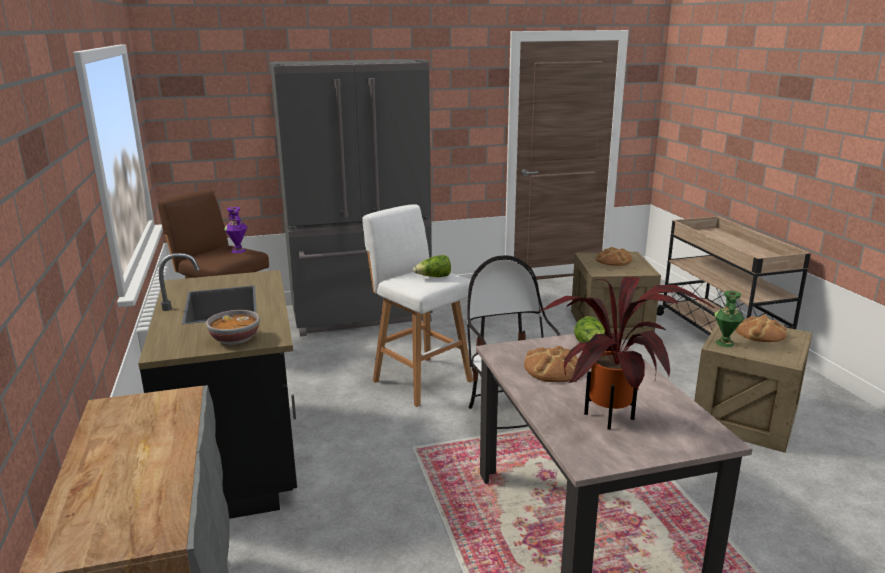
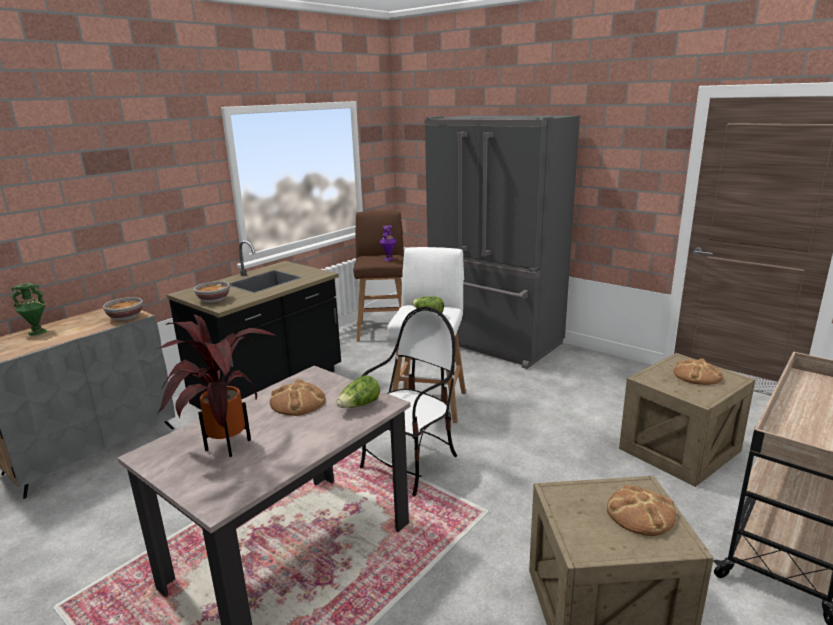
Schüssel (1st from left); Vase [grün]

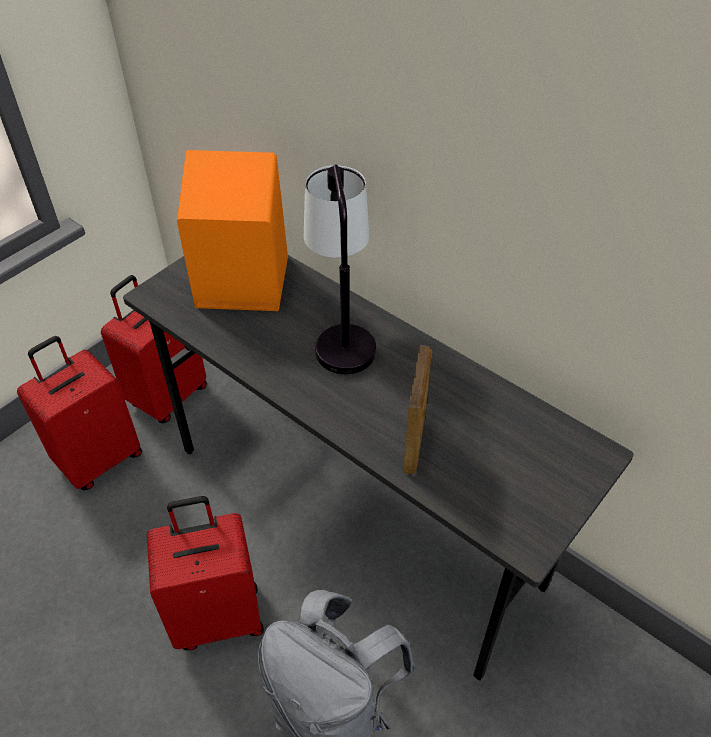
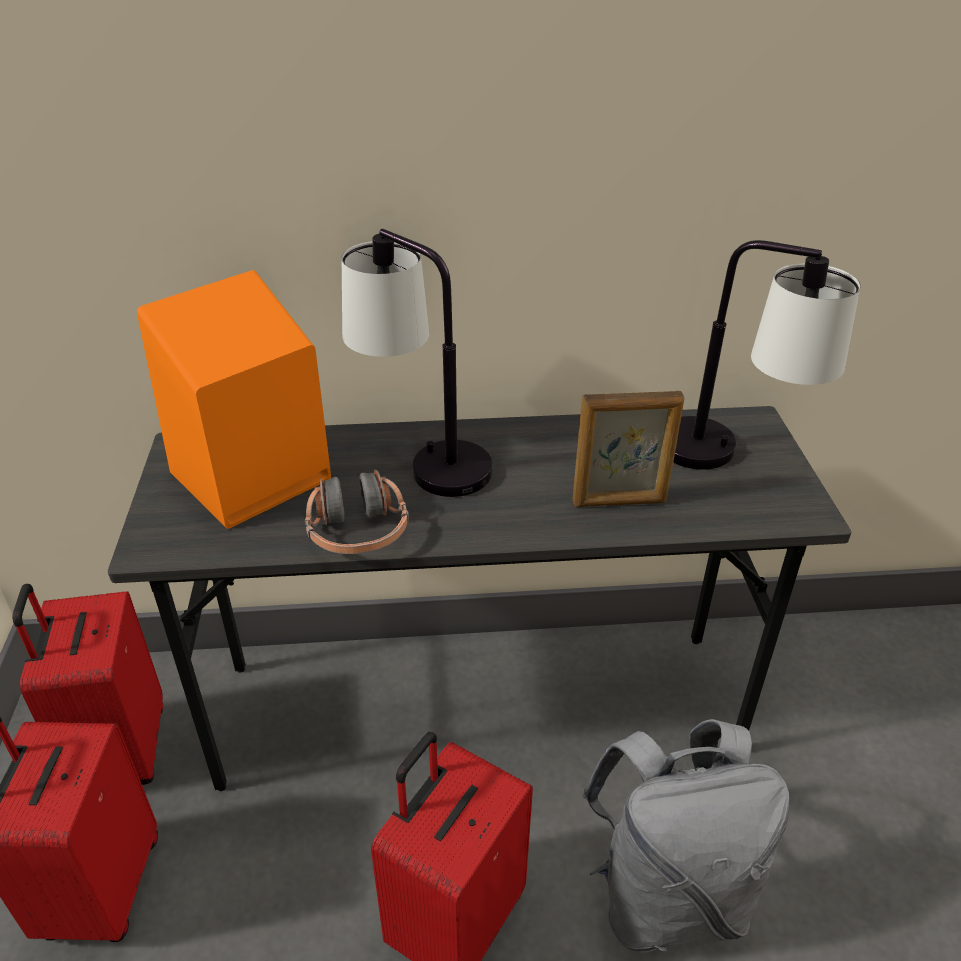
Kopfhörer; Tischlampe (2nd from left); Bilderrahmen

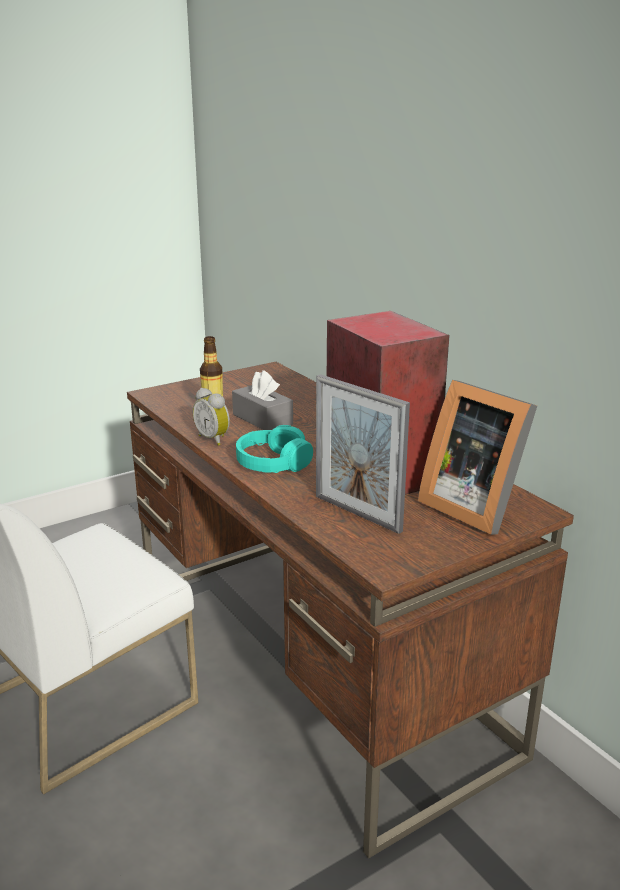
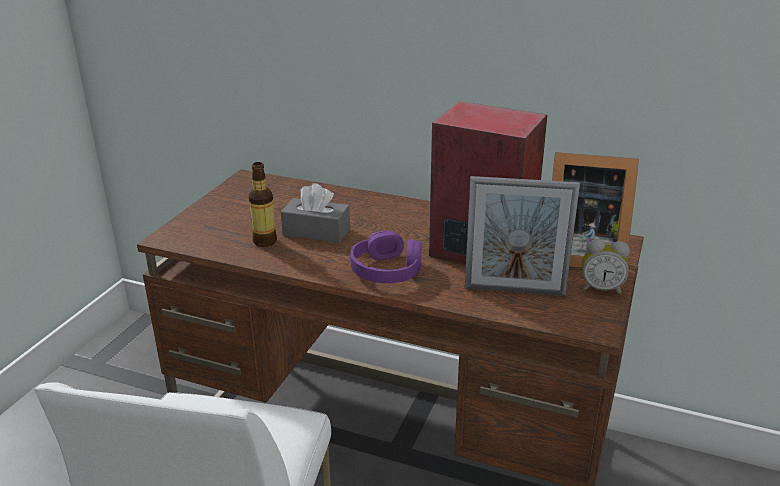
Wecker; Kopfhörer [lila]

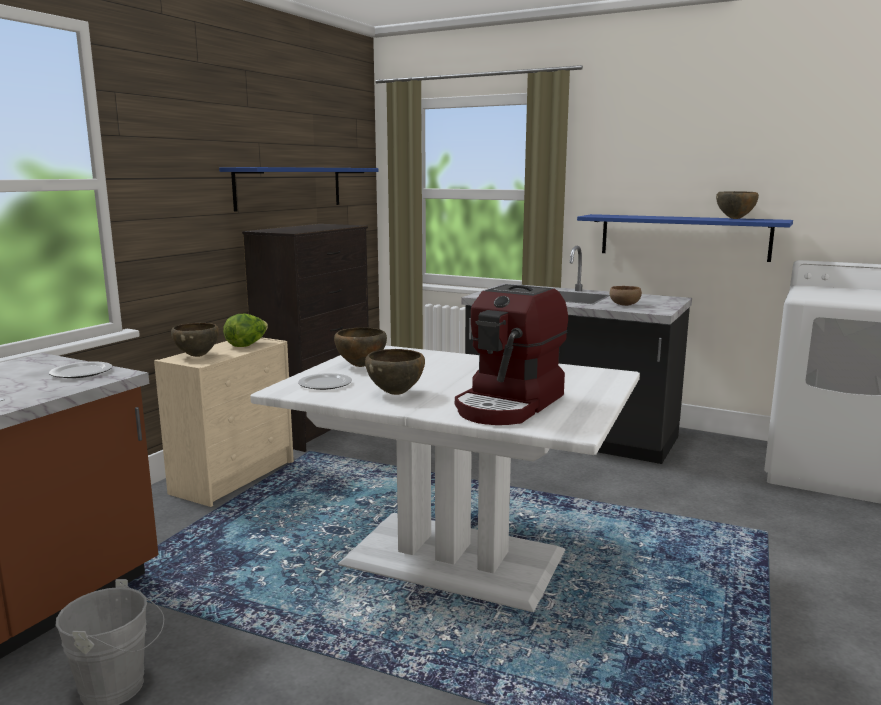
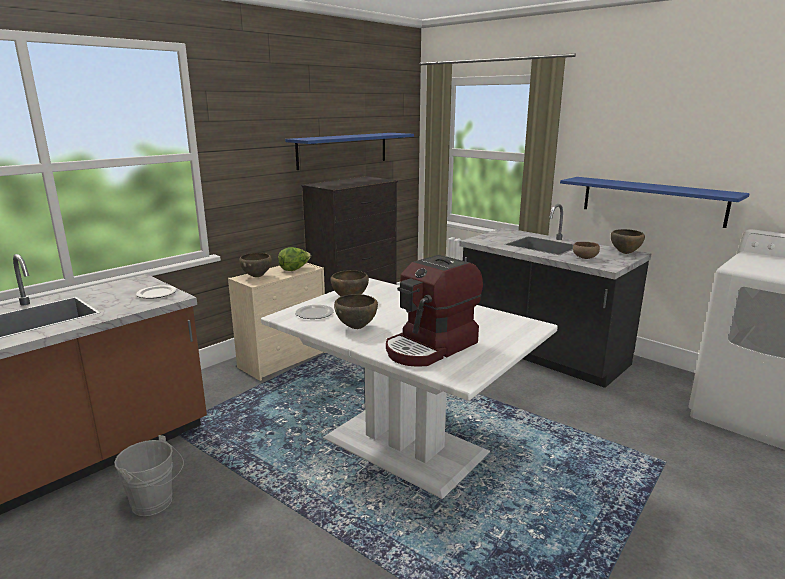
Schüssel [braun] (5th from left)

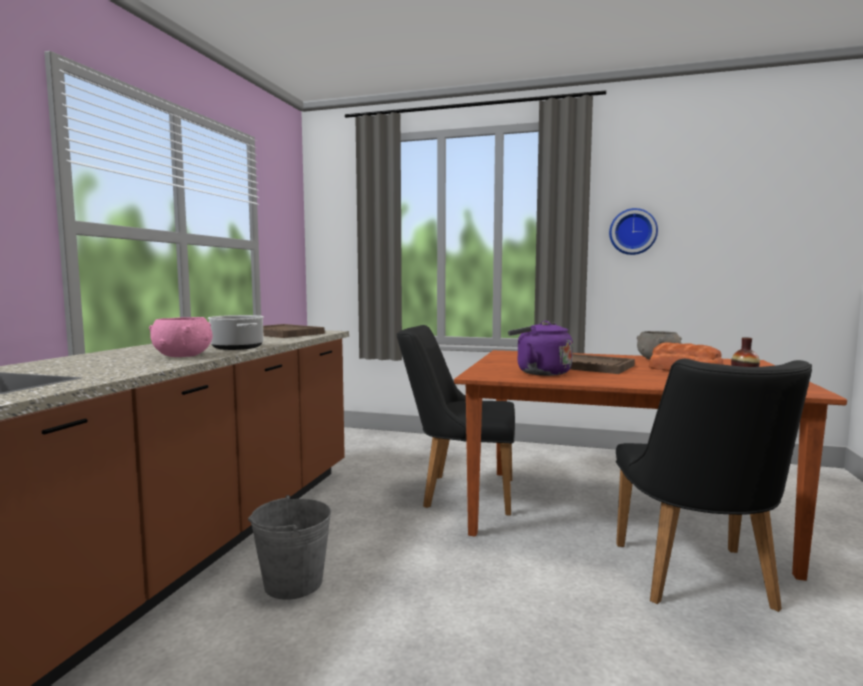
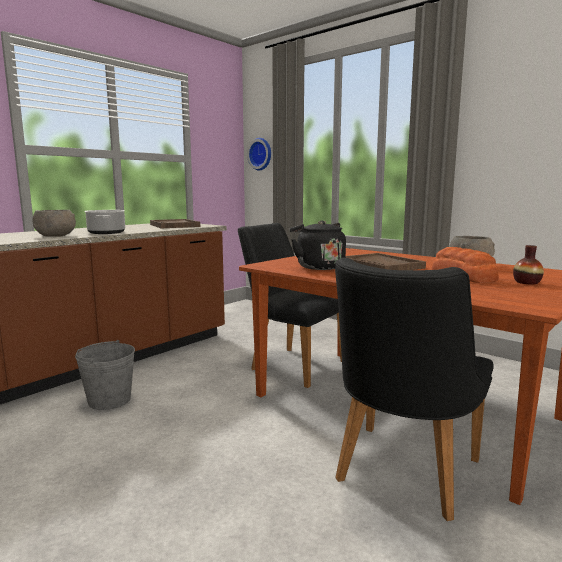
Wanduhr; Schüssel [grau] (1st from left); Wasserkessel [schwarz]

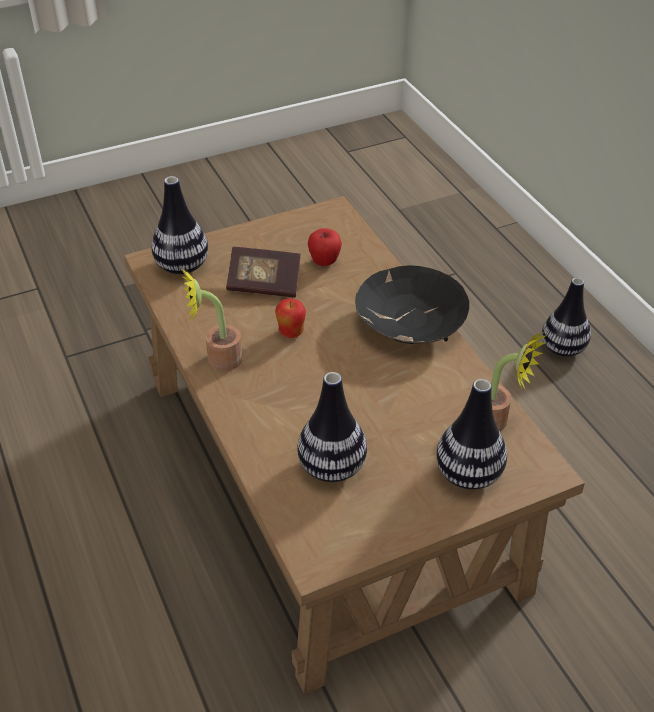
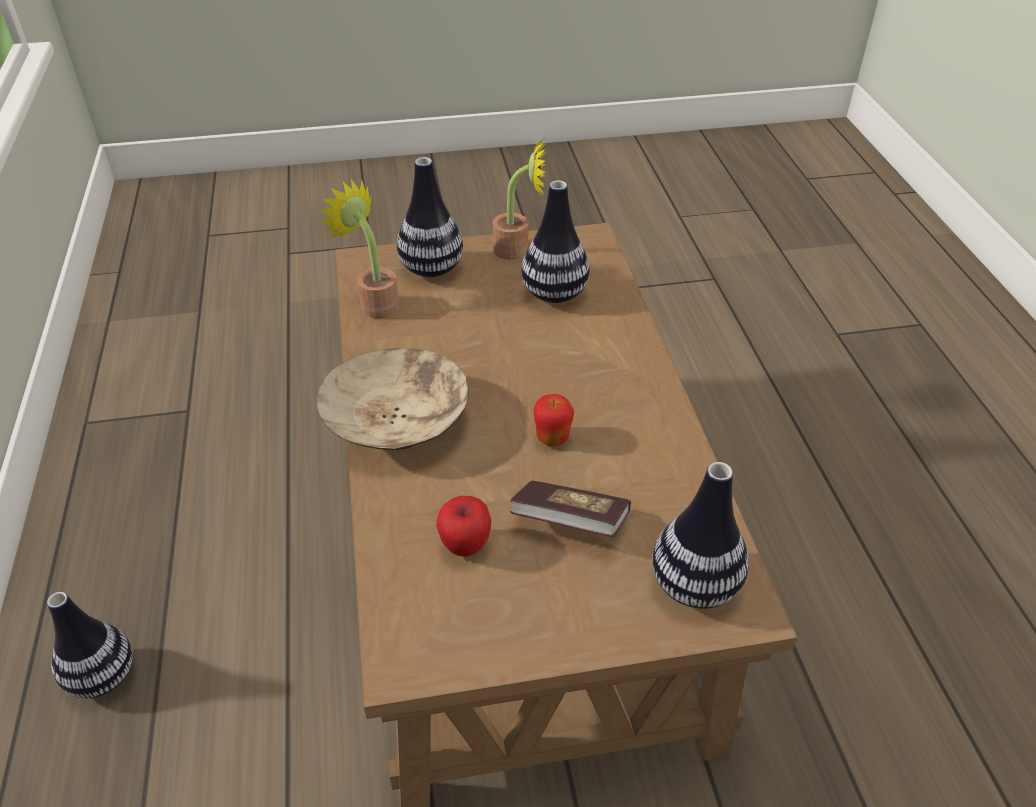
Topfpflanze (2nd from left); Schüssel [beige]

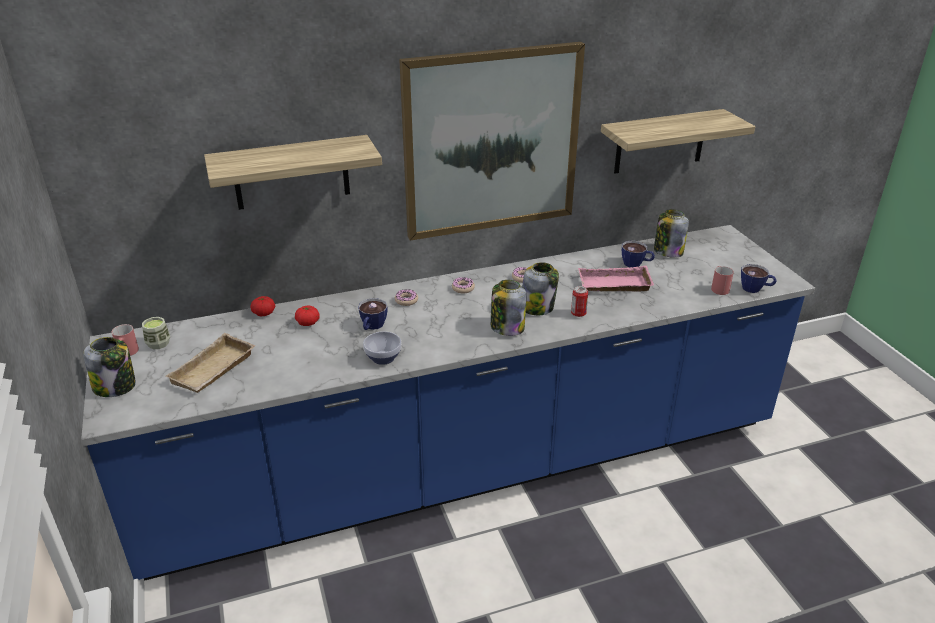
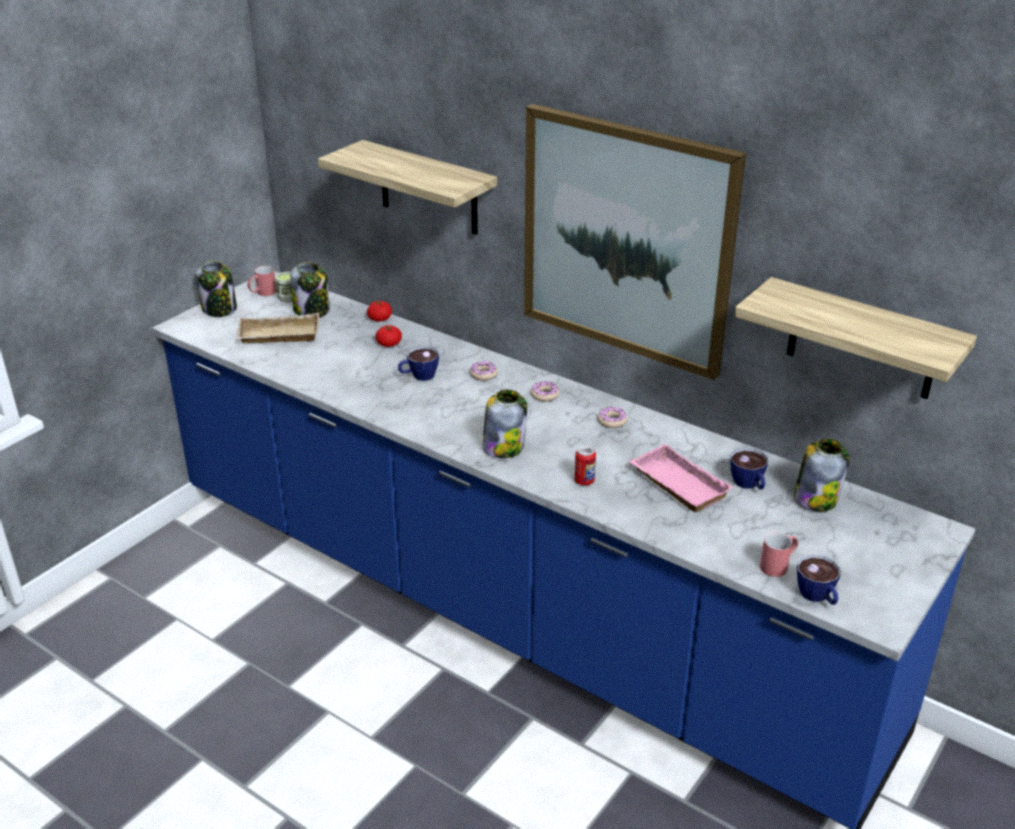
Schüssel; Vorratsglas (2nd from left)

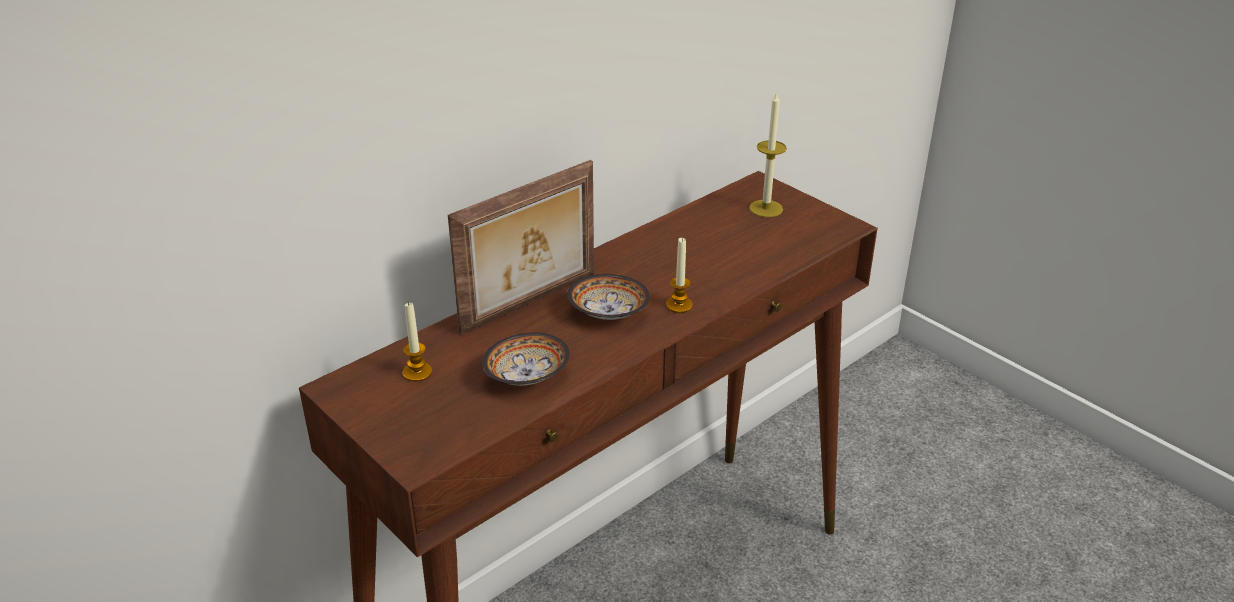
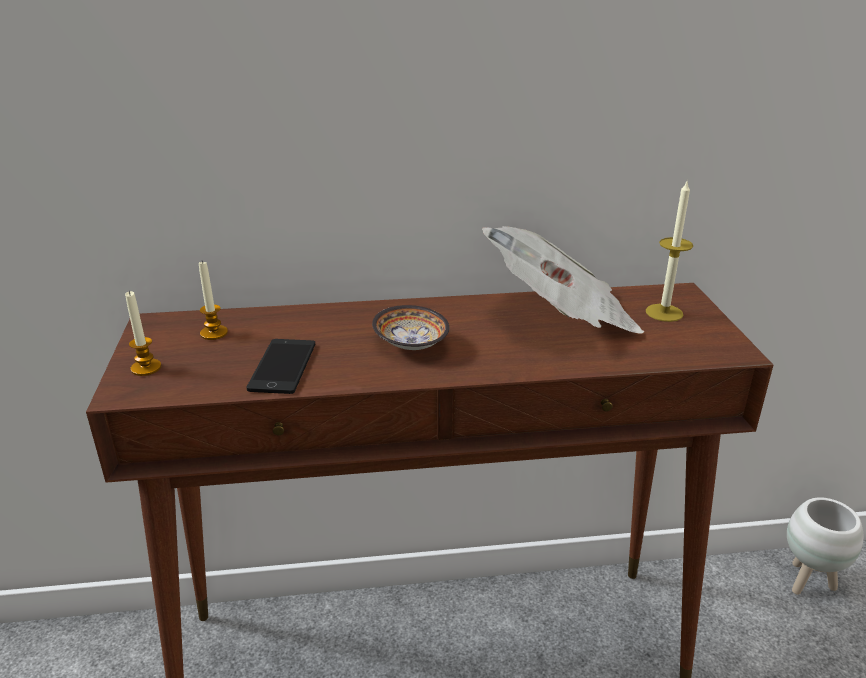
Bilderrahmen; Zeitung; Pflanzkübel [weiß]; Kerze (1st from left); Handy

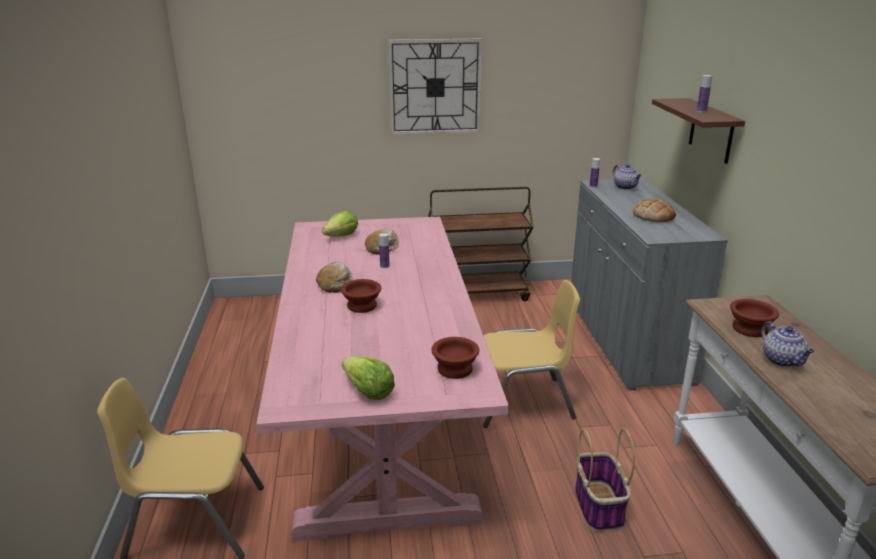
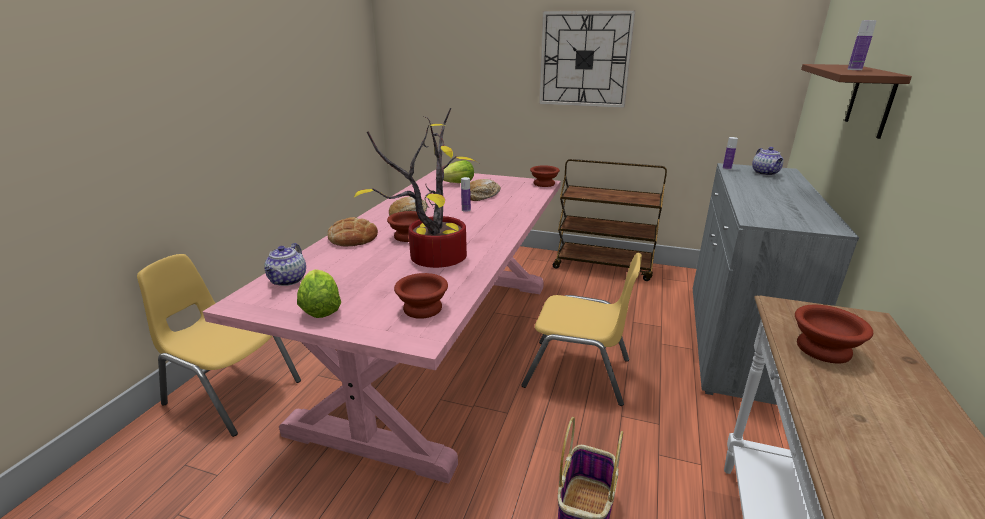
Topfpflanze; Schüssel [braun] (3rd from left); Brot (1st from left); Teekanne (1st from left)

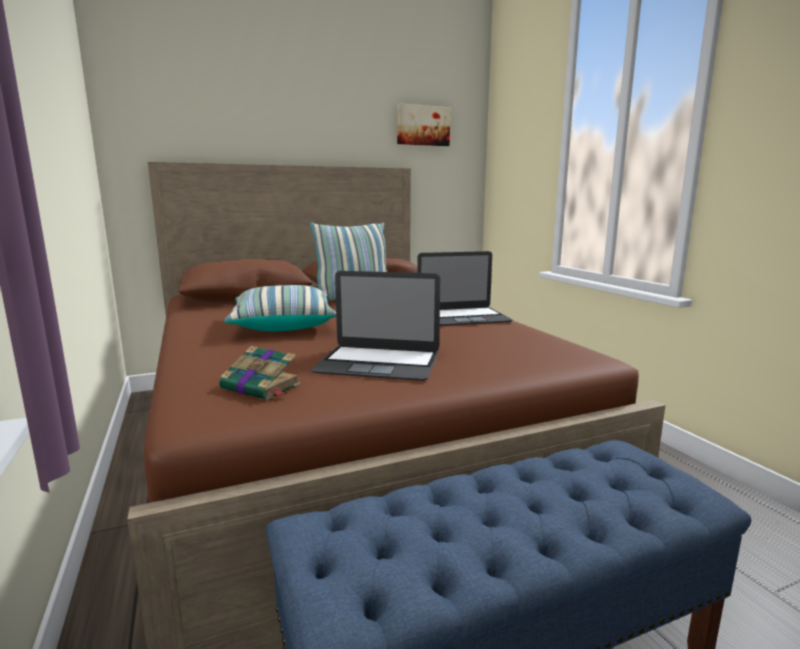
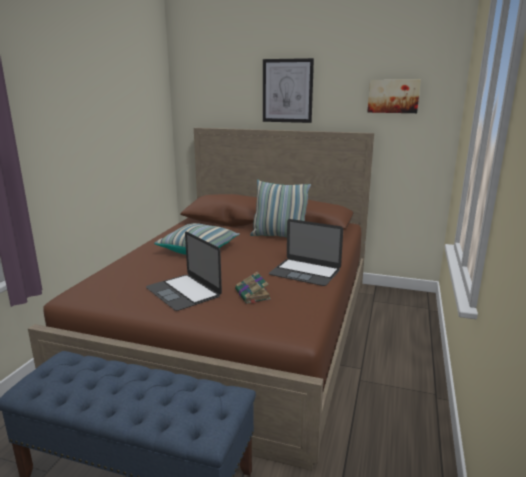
Bild (1st from left); Buch

